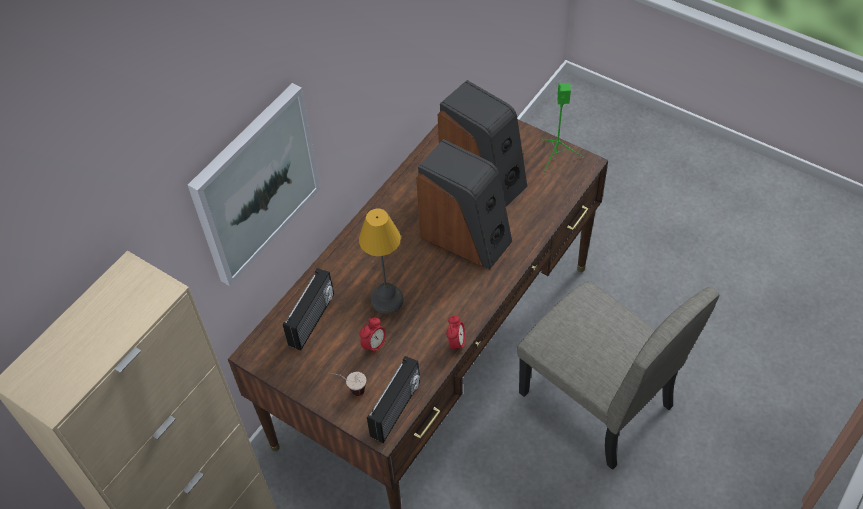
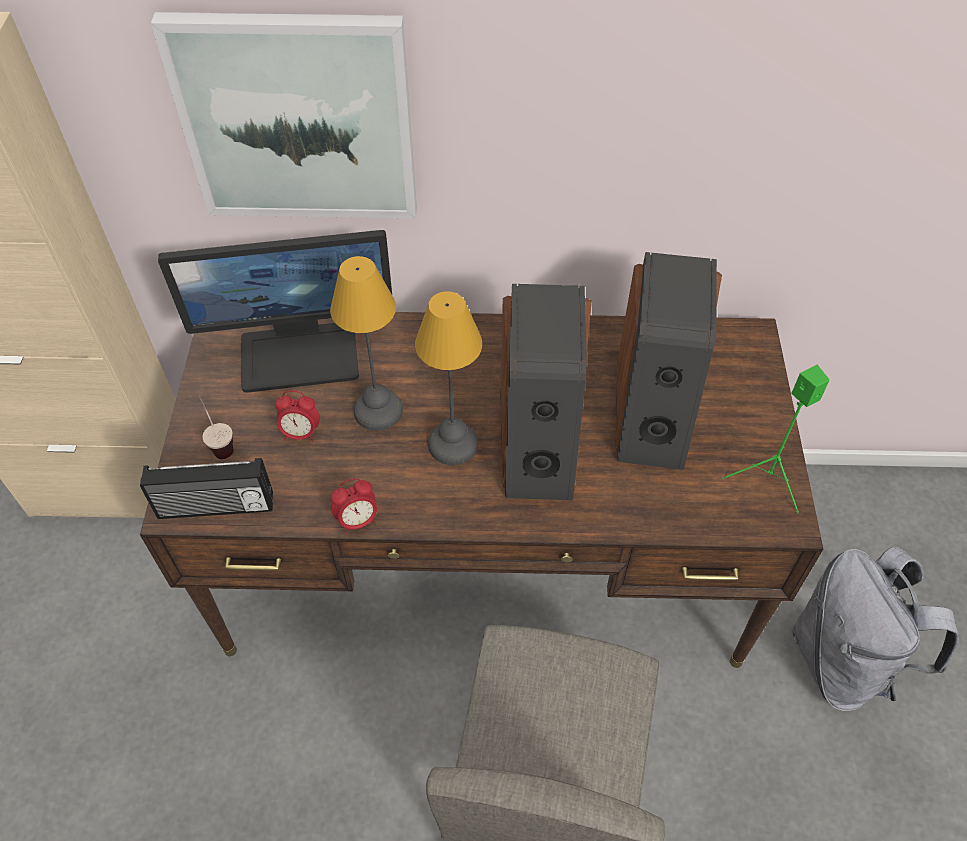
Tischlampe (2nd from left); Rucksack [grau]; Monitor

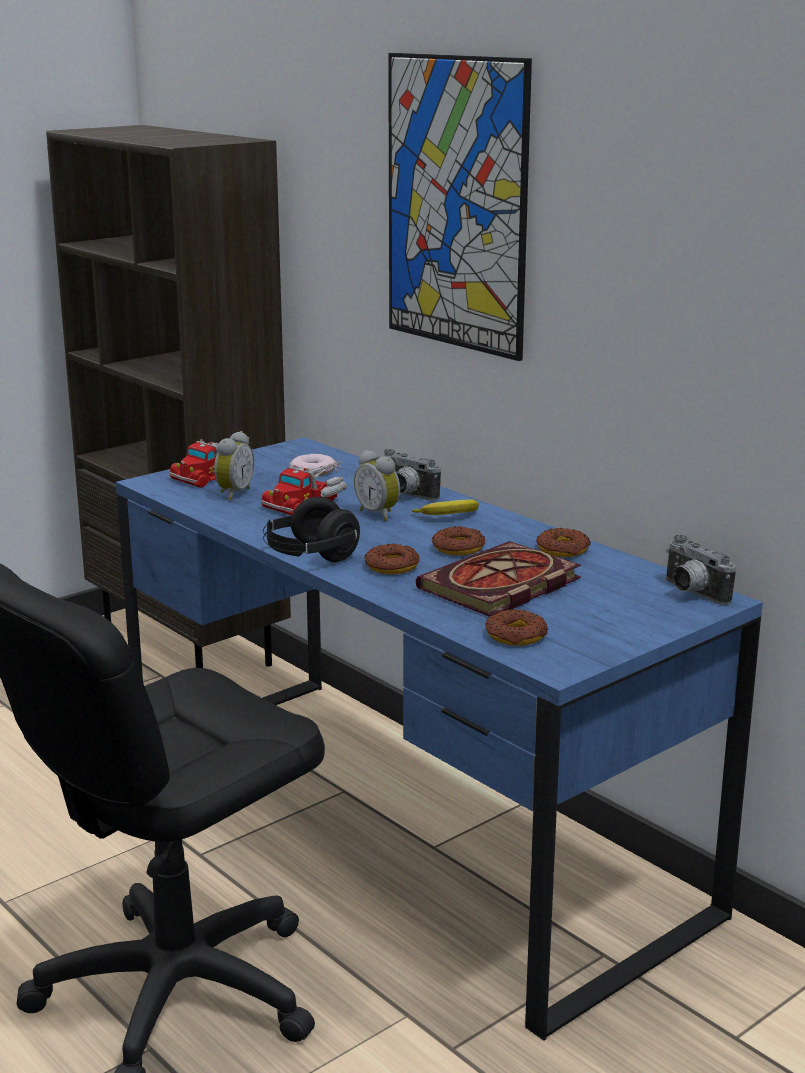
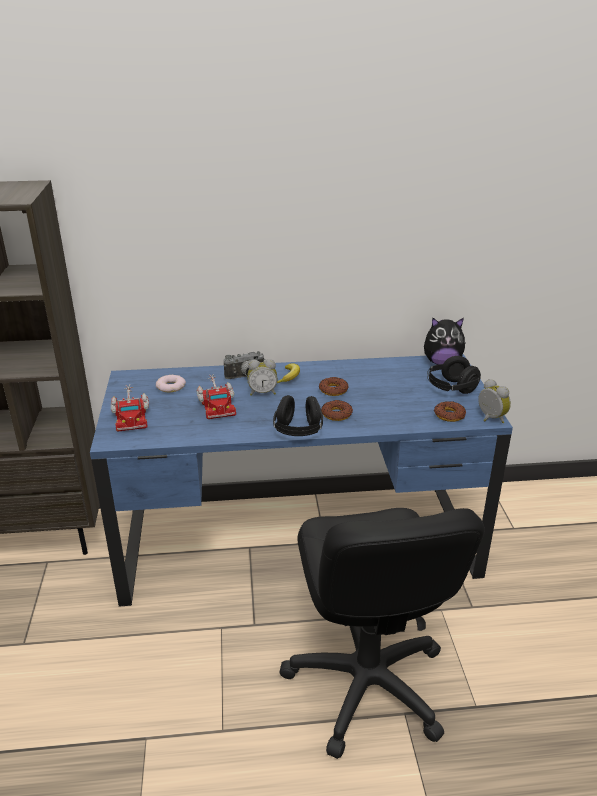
Bild; Buch; Donut (5th from left in the first image); Kopfhörer [schwarz] (2nd from left); Wecker (2nd from left); Plüschtier

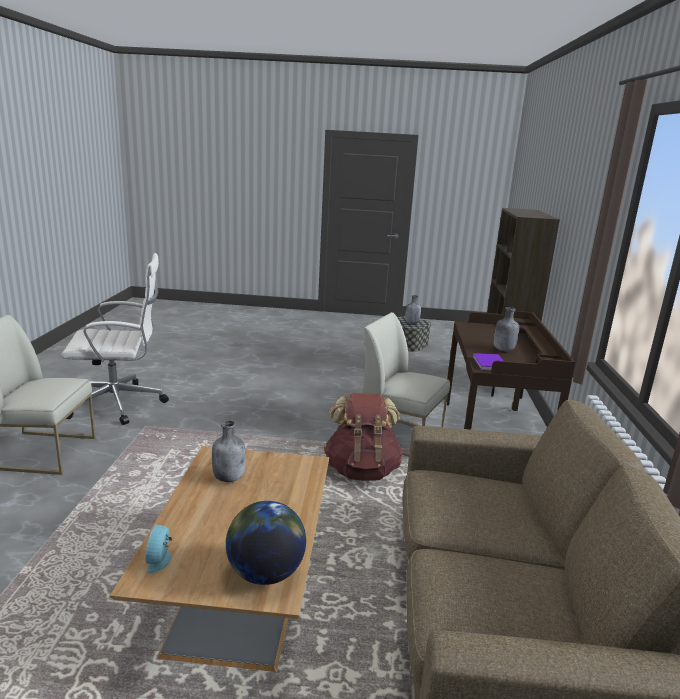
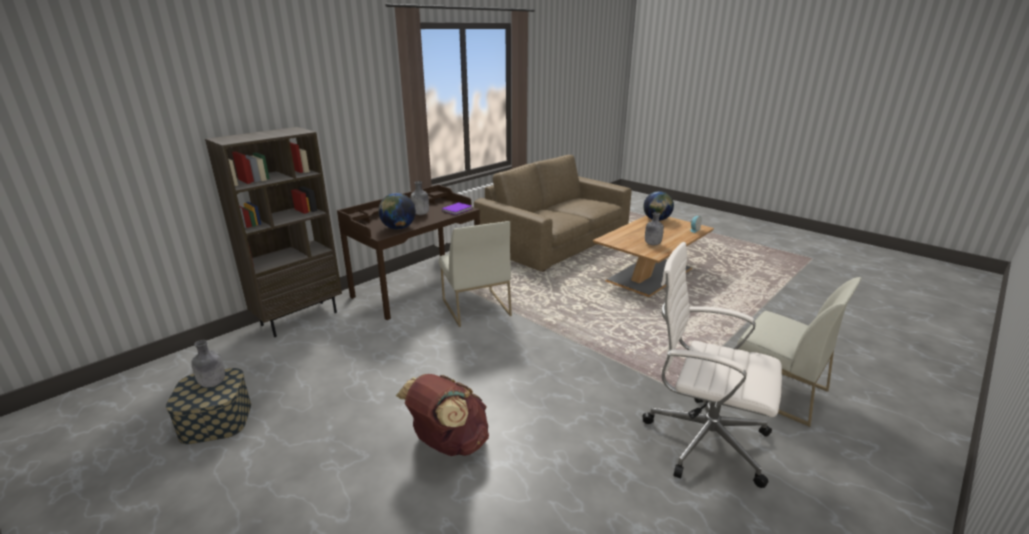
Globus (1st from left); Rucksack [braun]

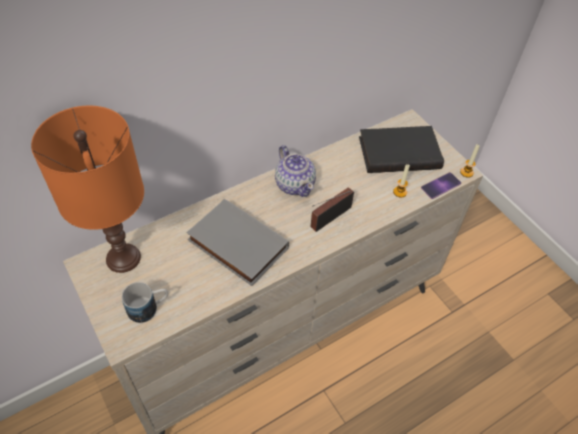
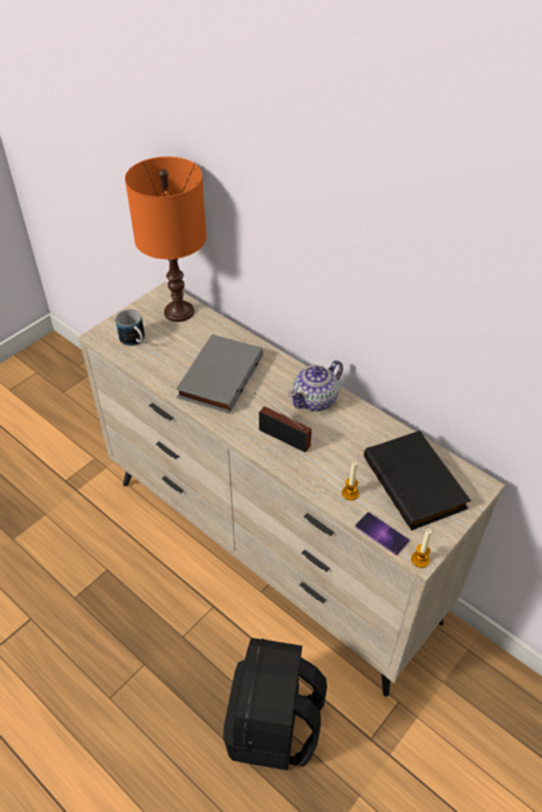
Rucksack [schwarz]

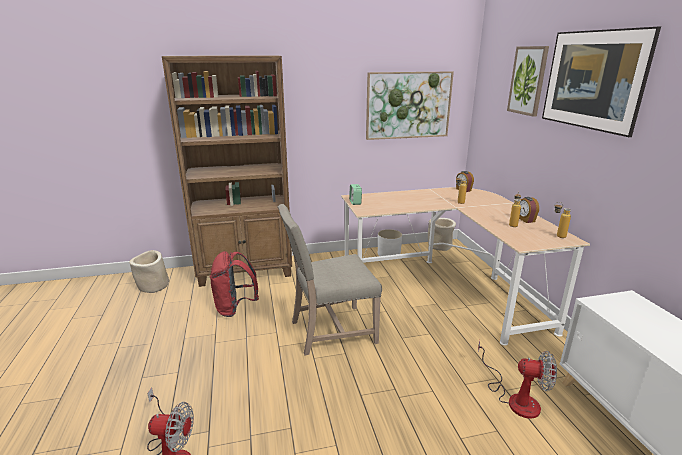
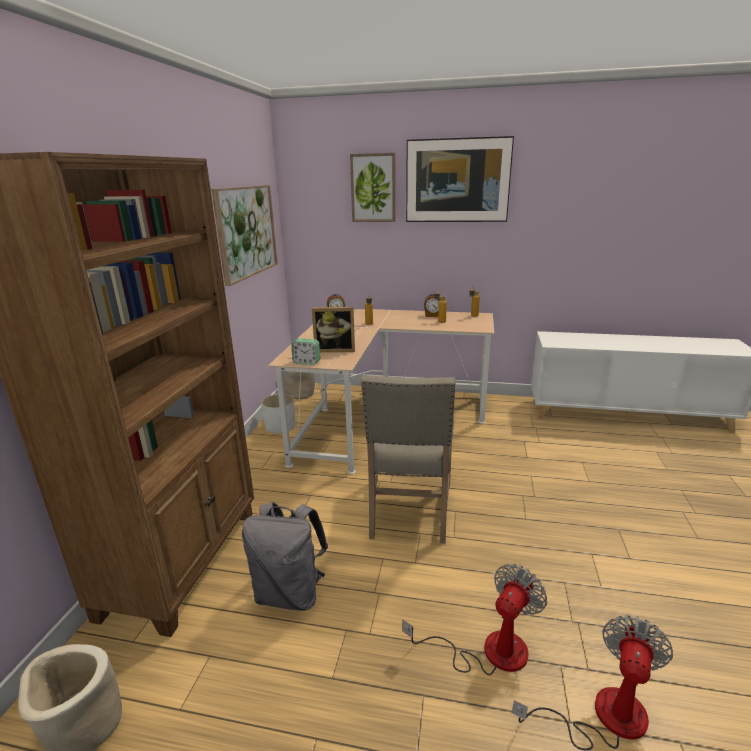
Bilderrahmen; Ventilator (1st from left); Rucksack [grau]

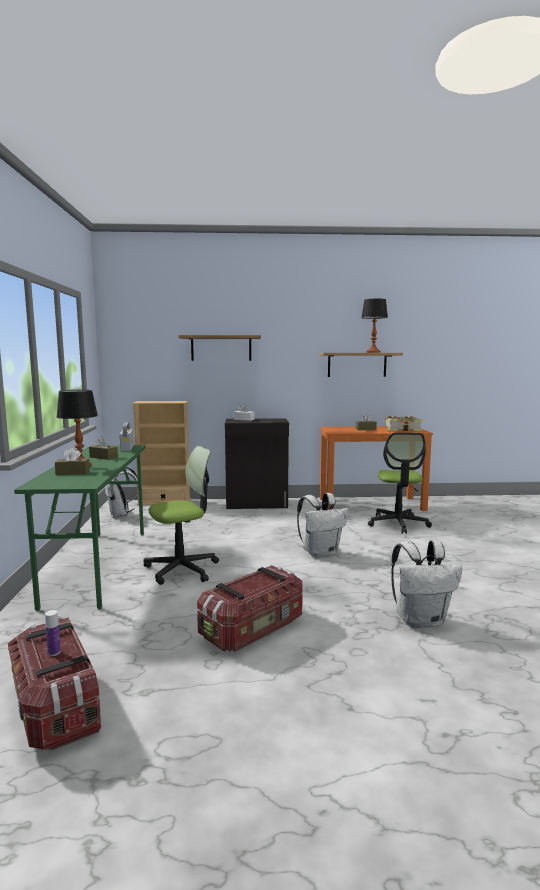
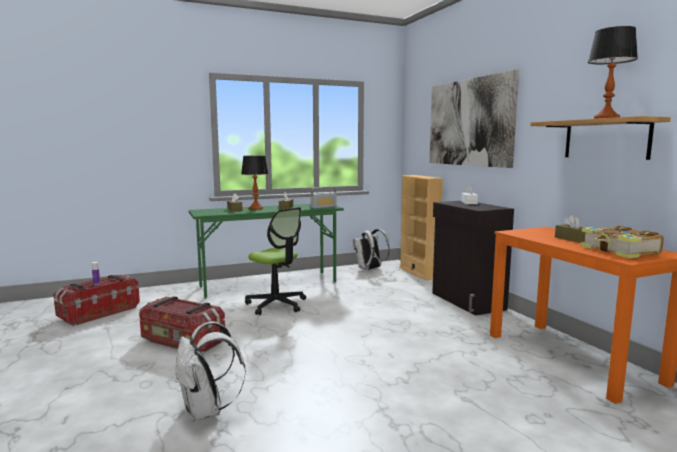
Rucksack [weiß] (2nd from left in the first image); Bürostuhl (2nd from left in the first image); Bild

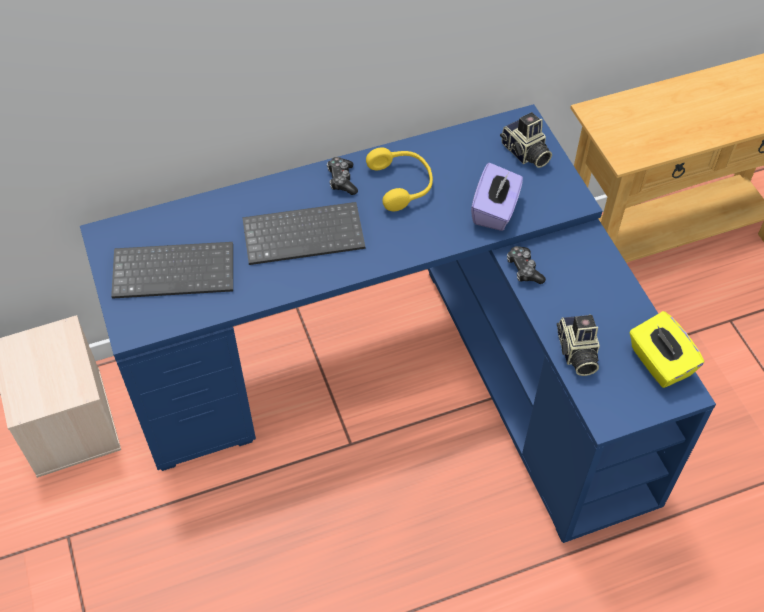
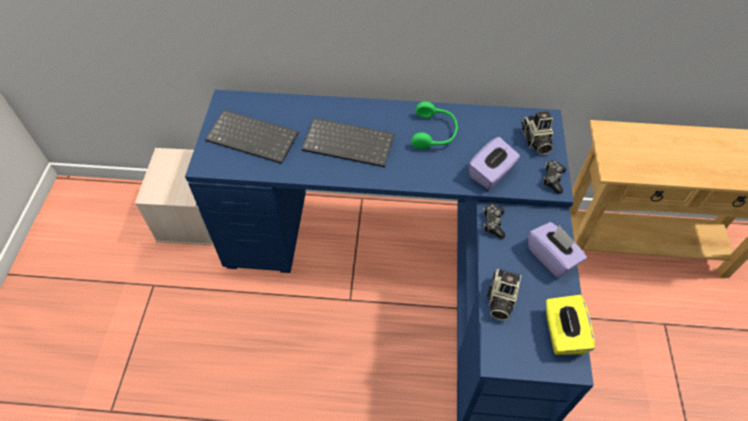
Taschentuchbox [lila] (2nd from left); Gamepad (2nd from left); Kopfhörer [grün]

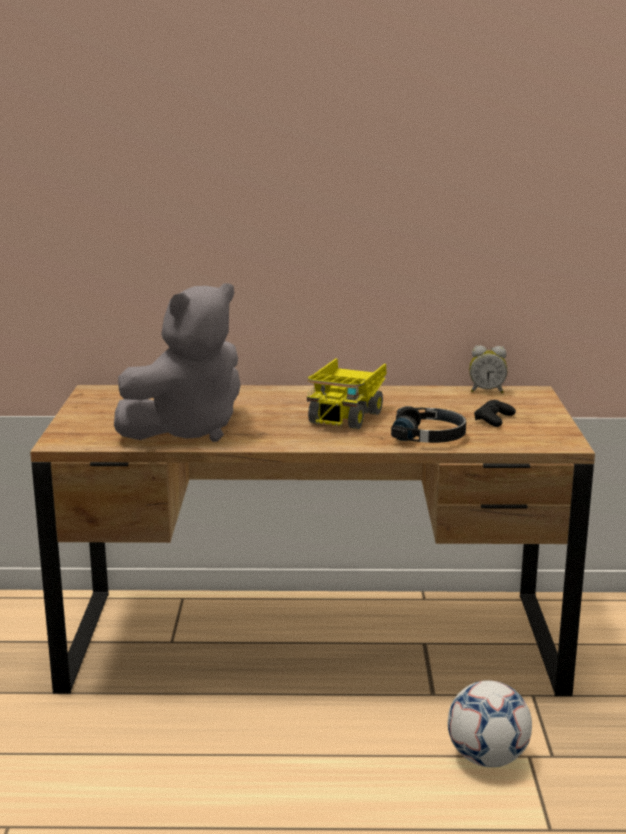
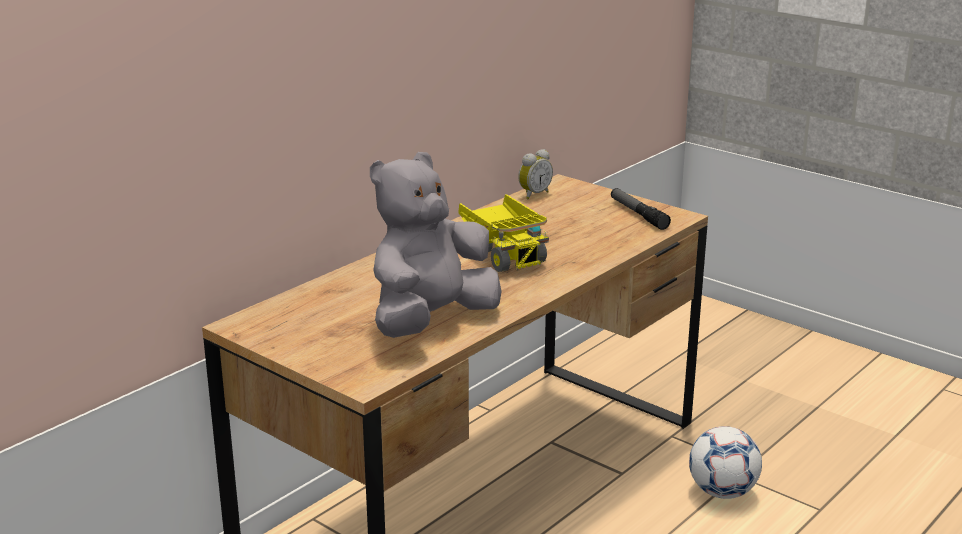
Kopfhörer [schwarz]; Gamepad [schwarz]; Taschenlampe; Plüschtier [grau]

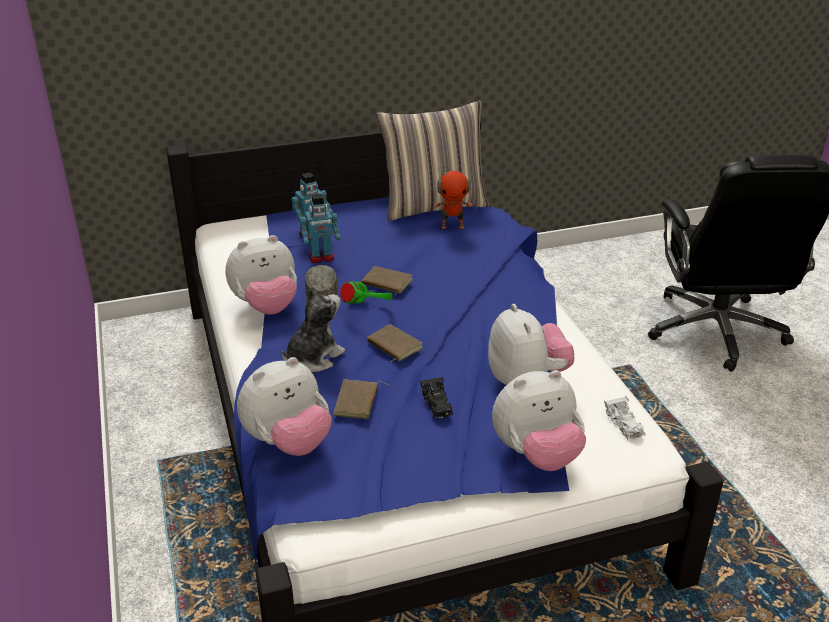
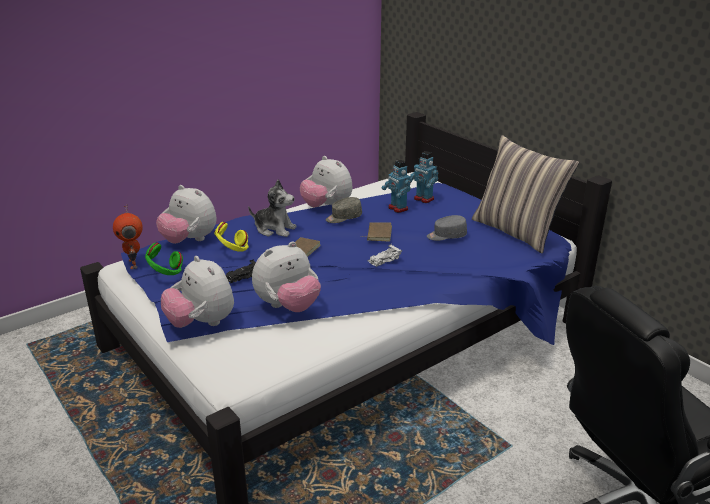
Kappe [grau] (2nd from left); Kopfhörer [grün]; Spielzeugroboter (1st from left); Spielzeugauto [weiß]; Kopfhörer [gelb]

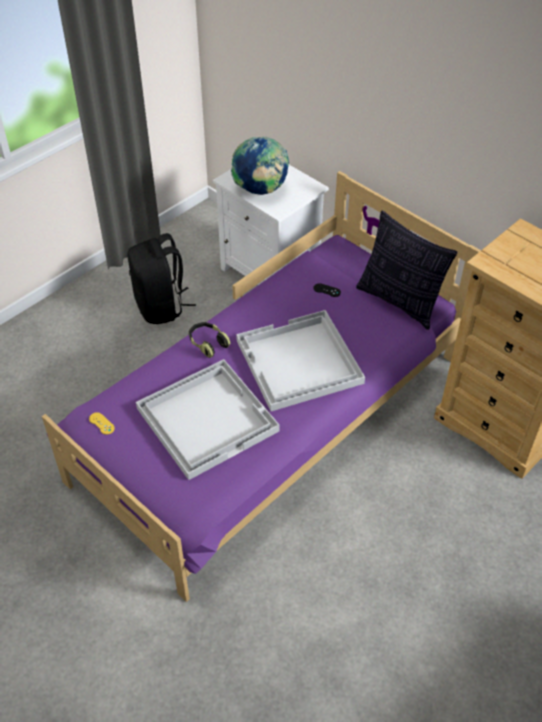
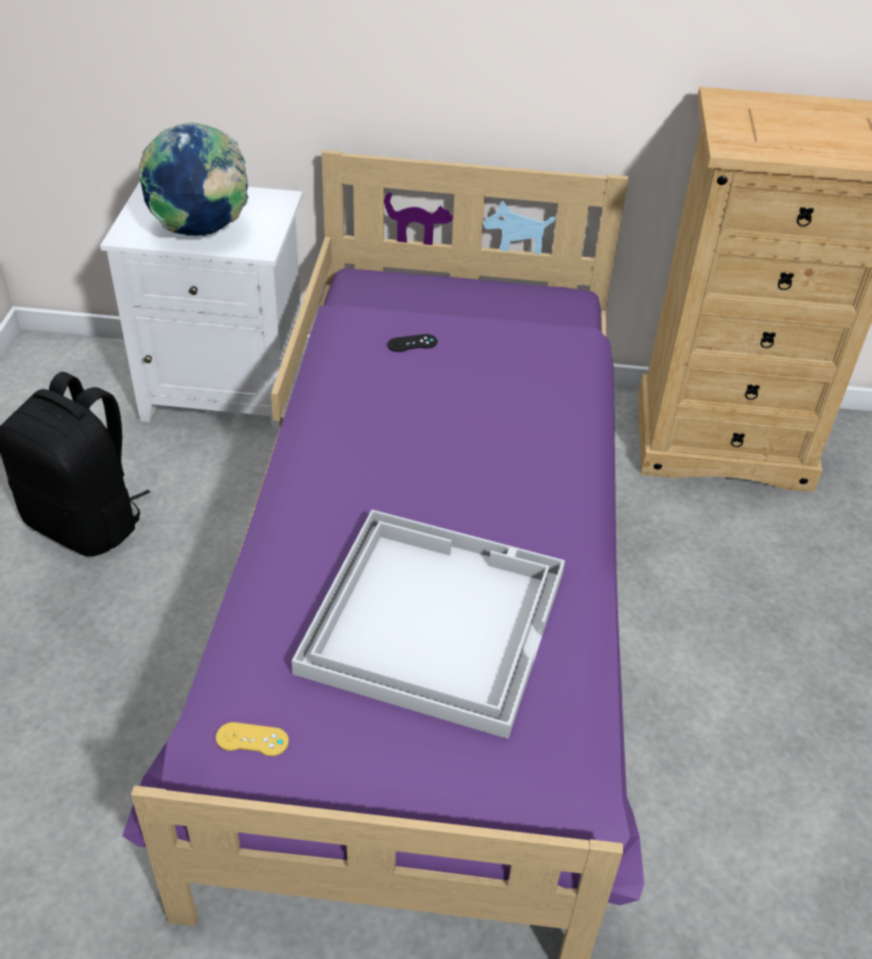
Kopfhörer; Tablett [weiß] (2nd from left in the first image); Kissen

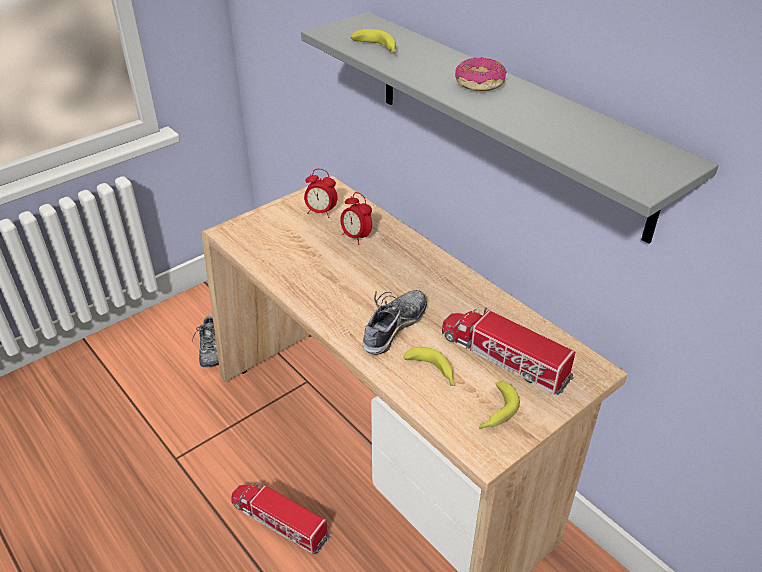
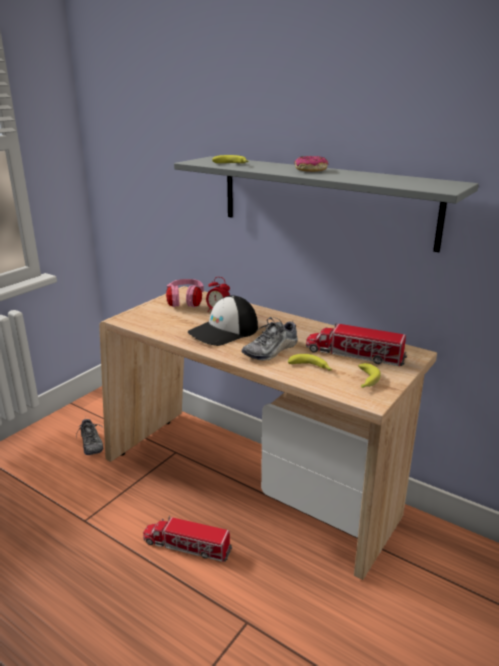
Kappe; Kopfhörer [rosa]; Schuh (2nd from left)

